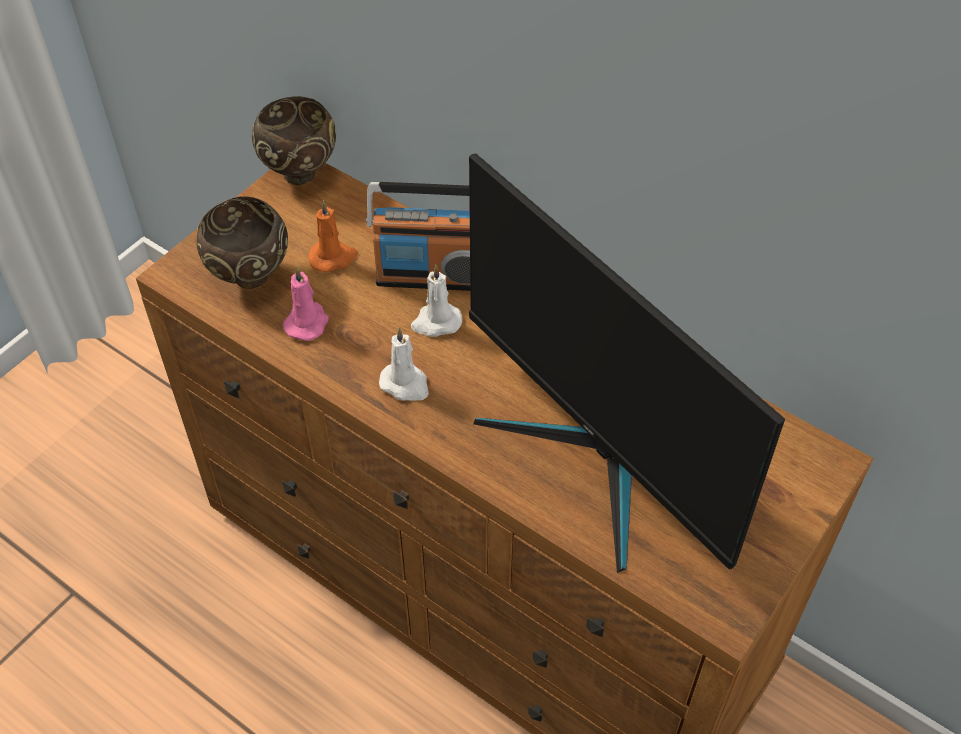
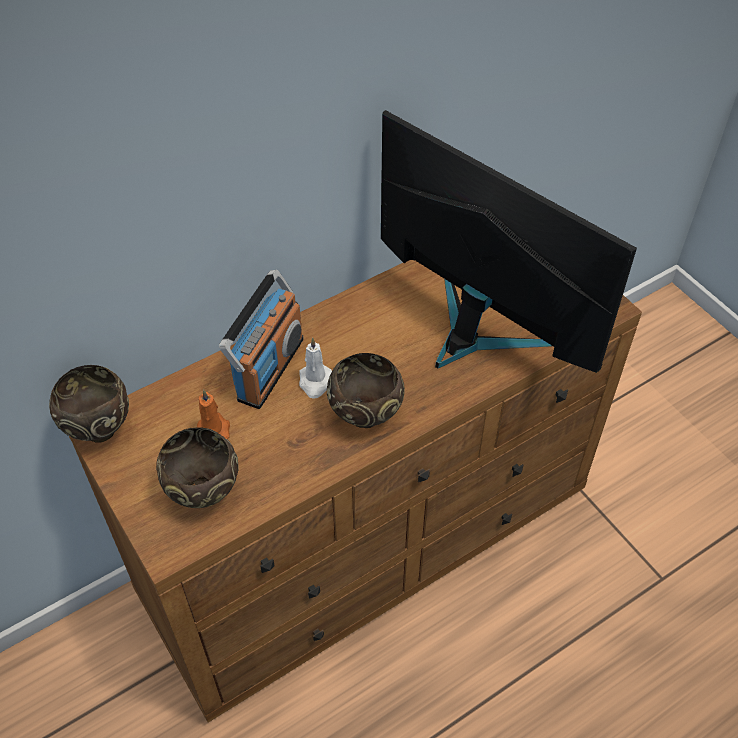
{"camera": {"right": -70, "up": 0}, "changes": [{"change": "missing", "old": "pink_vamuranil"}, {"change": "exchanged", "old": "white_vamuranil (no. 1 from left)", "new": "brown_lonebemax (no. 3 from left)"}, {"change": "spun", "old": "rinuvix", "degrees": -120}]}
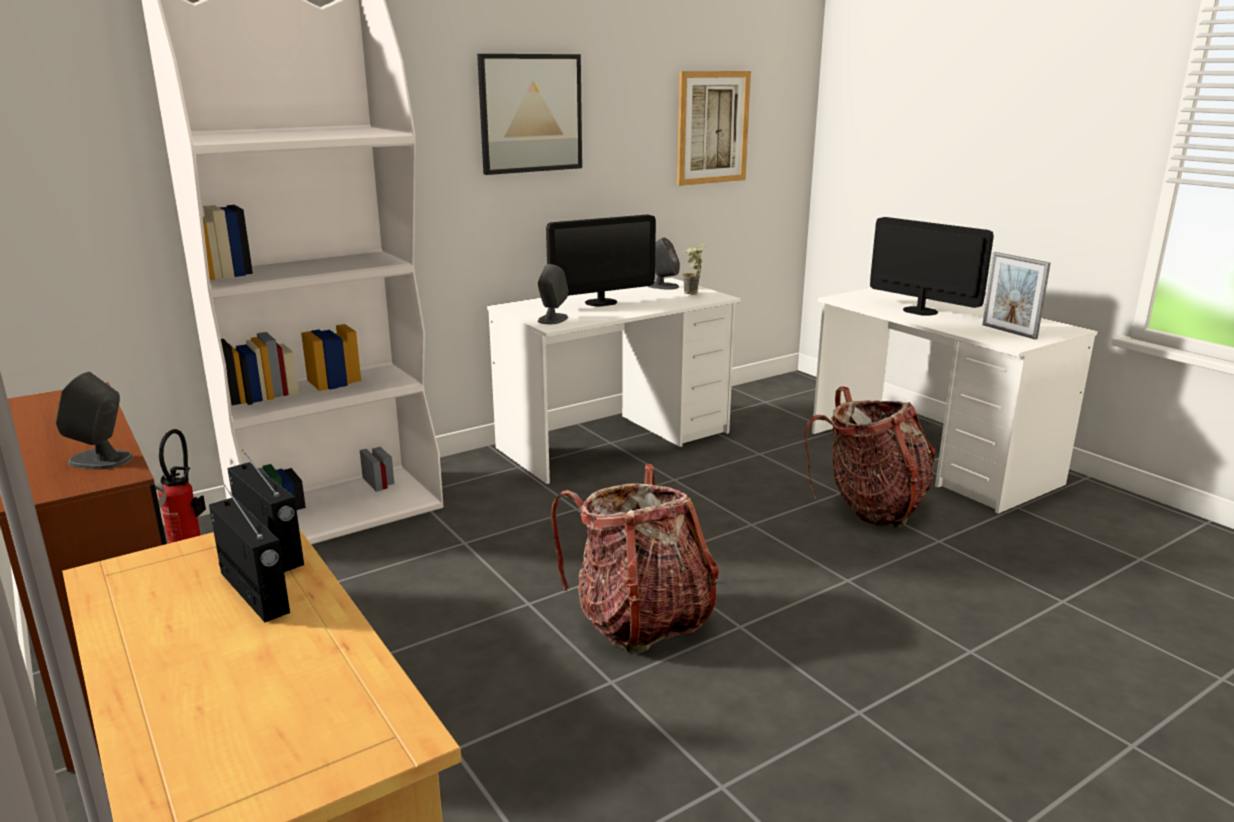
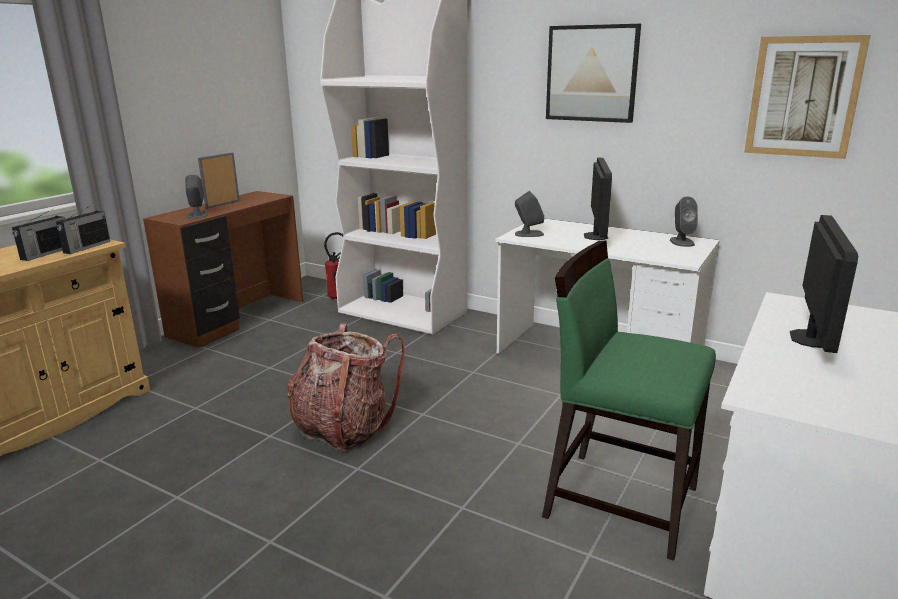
{"camera": {"right": 65, "up": 0}, "changes": [{"change": "missing", "old": "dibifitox"}, {"change": "relocated", "old": "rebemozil"}, {"change": "exchanged", "old": "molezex (no. 2 from left)", "new": "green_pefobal"}, {"change": "spun", "old": "rinuvix (no. 1 from left)", "degrees": -120}]}
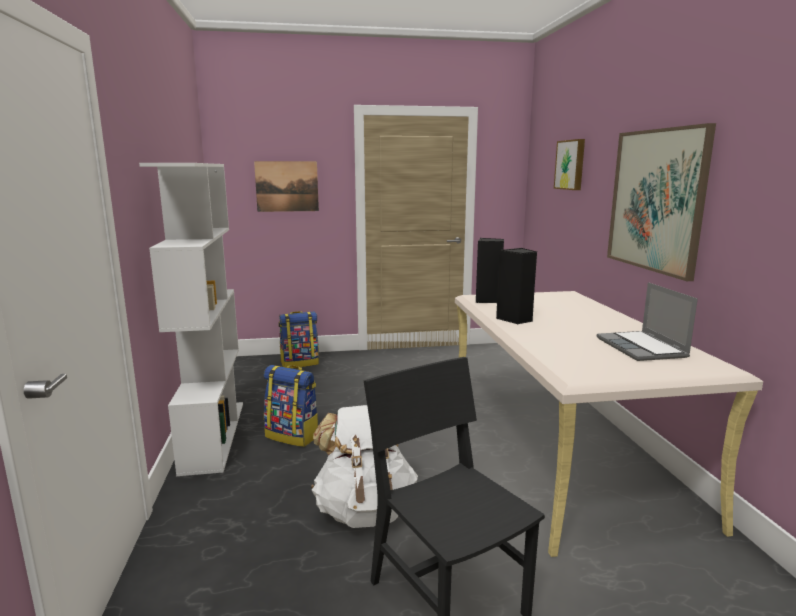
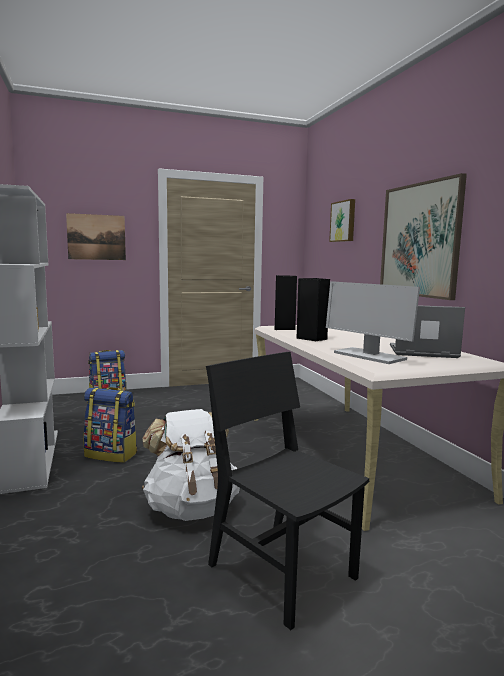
{"camera": {"right": -10, "up": -5}, "changes": [{"change": "appeared", "new": "rinuvix"}, {"change": "spun", "old": "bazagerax", "degrees": 120}]}
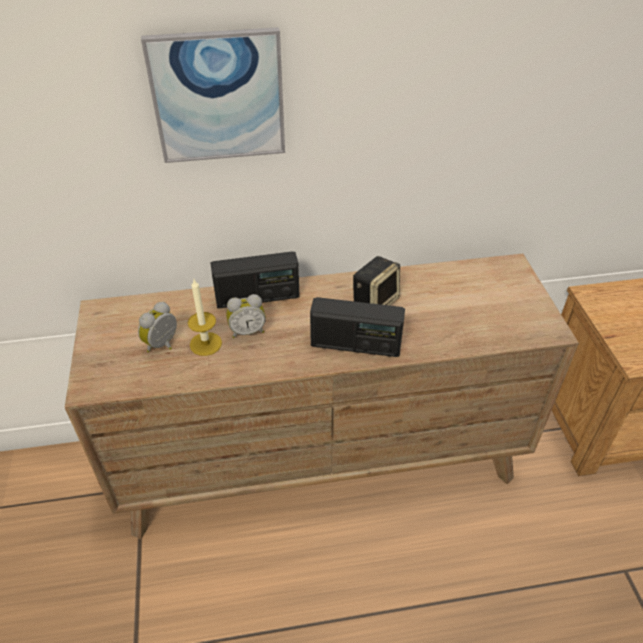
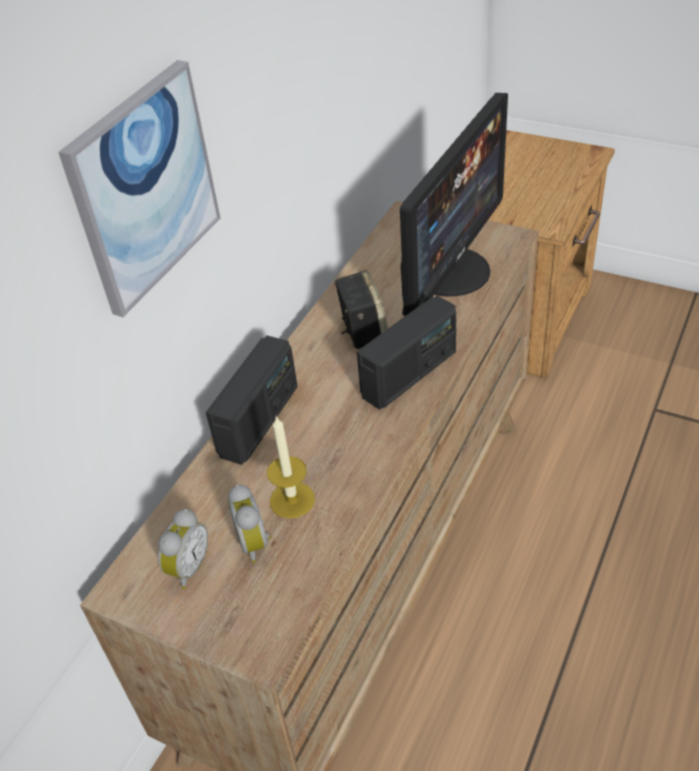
{"camera": {"right": -50, "up": 0}, "changes": [{"change": "appeared", "new": "rinuvix"}, {"change": "relocated", "old": "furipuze (no. 2 from left in the first image)", "new": "furipuze (no. 1 from left)"}]}
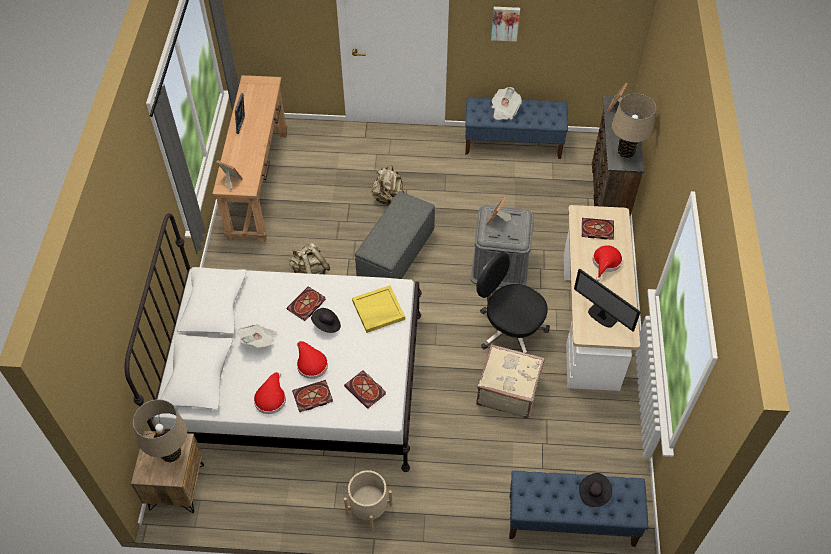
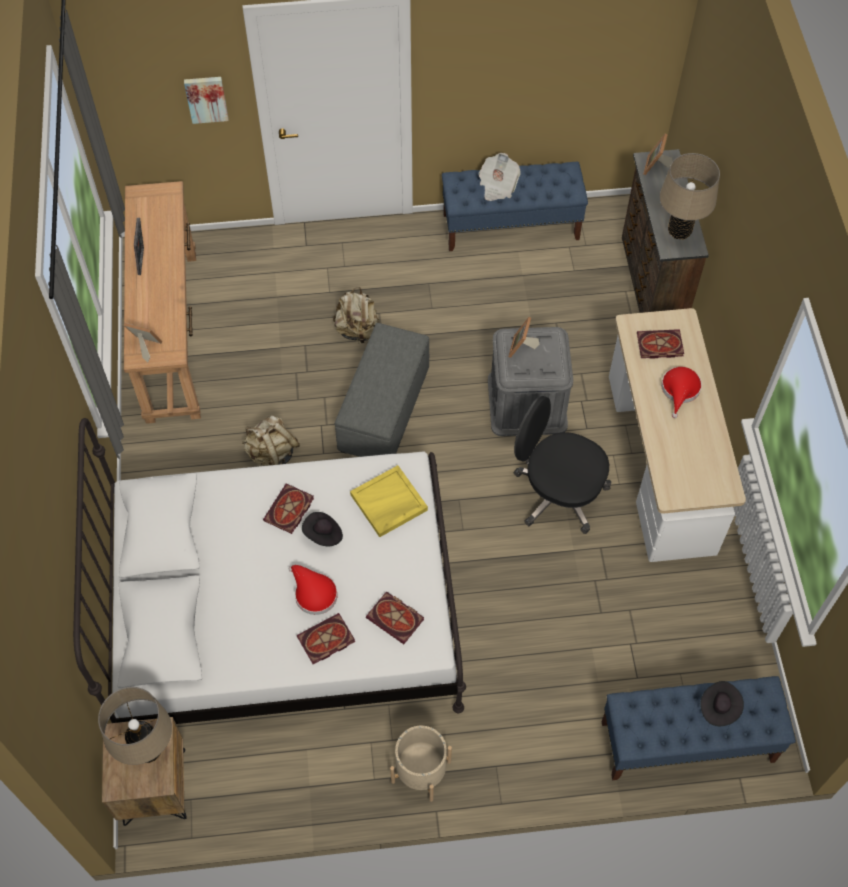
{"camera": {"right": -10, "up": 5}, "changes": [{"change": "missing", "old": "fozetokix (no. 1 from left)"}, {"change": "missing", "old": "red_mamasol (no. 1 from left)"}, {"change": "missing", "old": "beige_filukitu"}, {"change": "missing", "old": "rinuvix"}, {"change": "relocated", "old": "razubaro"}]}
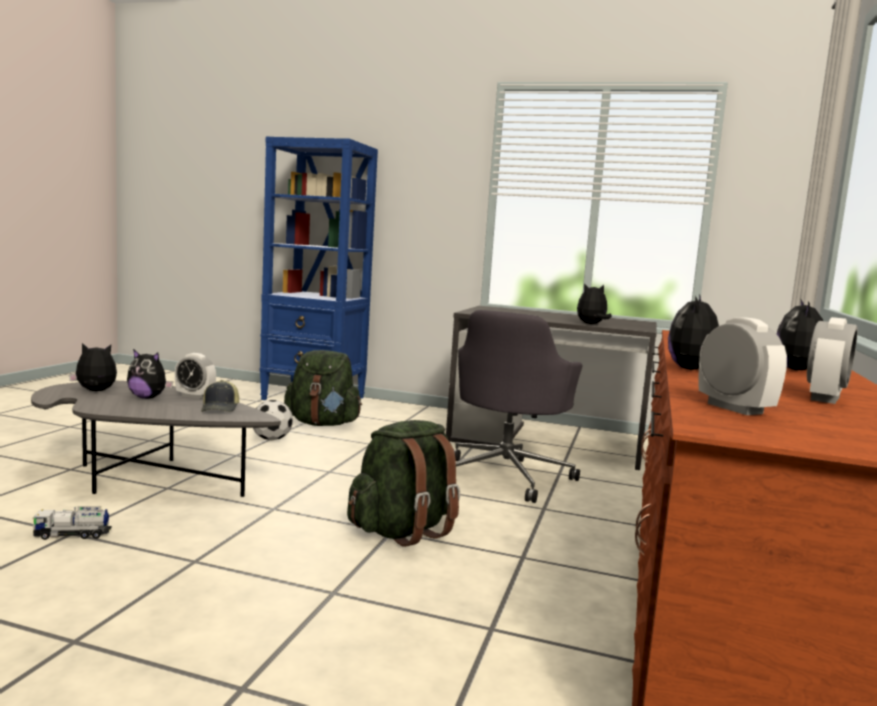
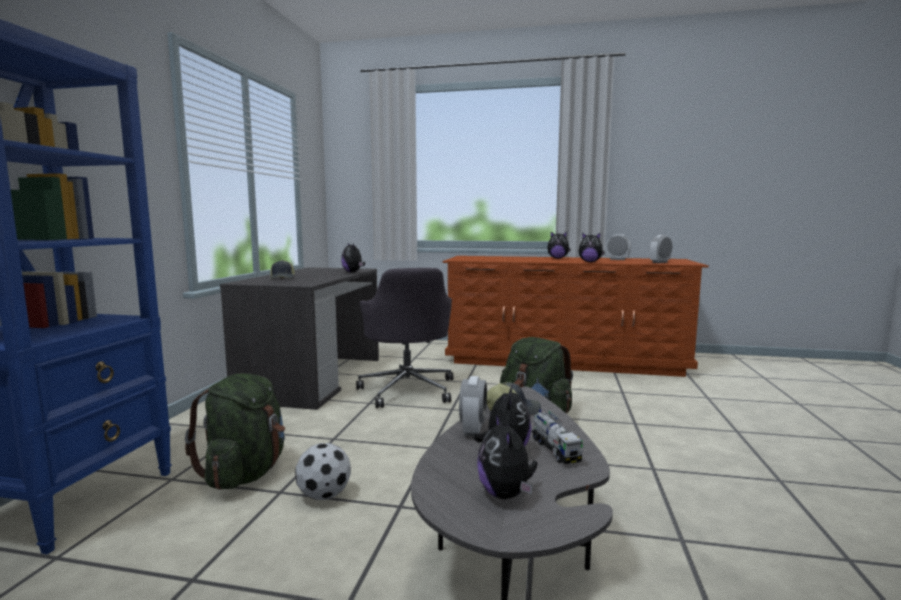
{"camera": {"right": -95, "up": 0}, "changes": [{"change": "appeared", "new": "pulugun (no. 1 from left)"}, {"change": "relocated", "old": "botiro"}, {"change": "spun", "old": "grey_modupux", "degrees": 60}]}
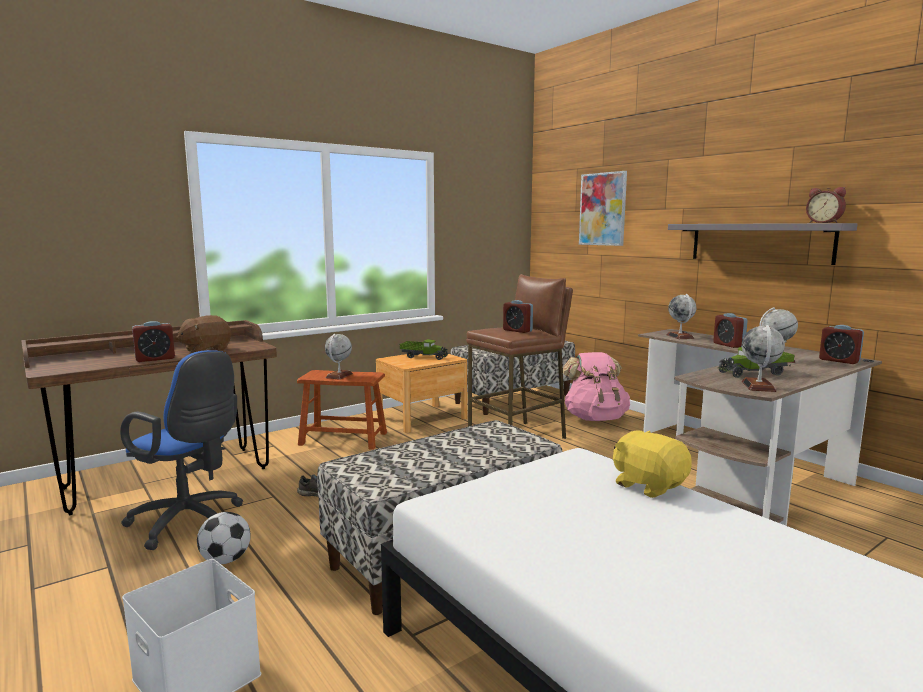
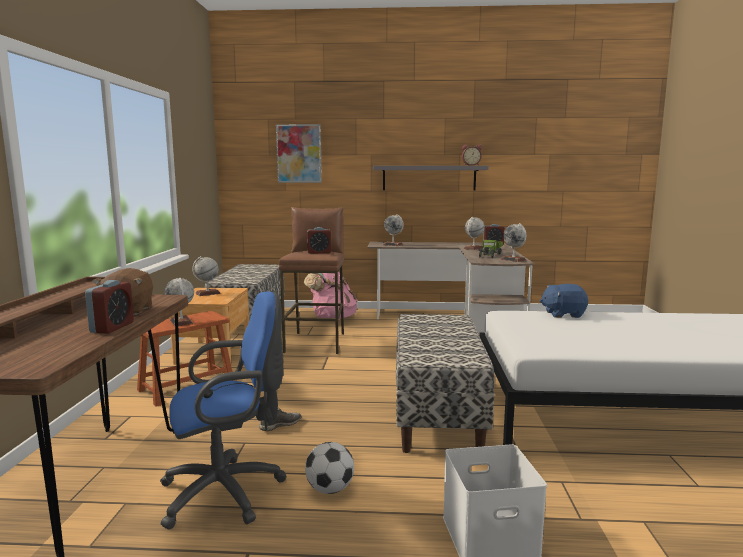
{"camera": {"right": -50, "up": 0}, "changes": [{"change": "missing", "old": "furipuze (no. 3 from left)"}, {"change": "exchanged", "old": "botiro (no. 1 from left)", "new": "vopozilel (no. 2 from left)"}, {"change": "colour", "old": "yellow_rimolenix", "new": "blue_rimolenix"}]}
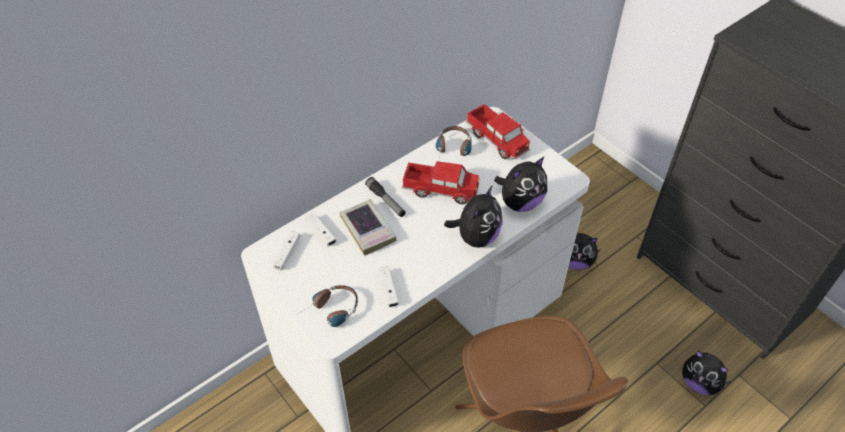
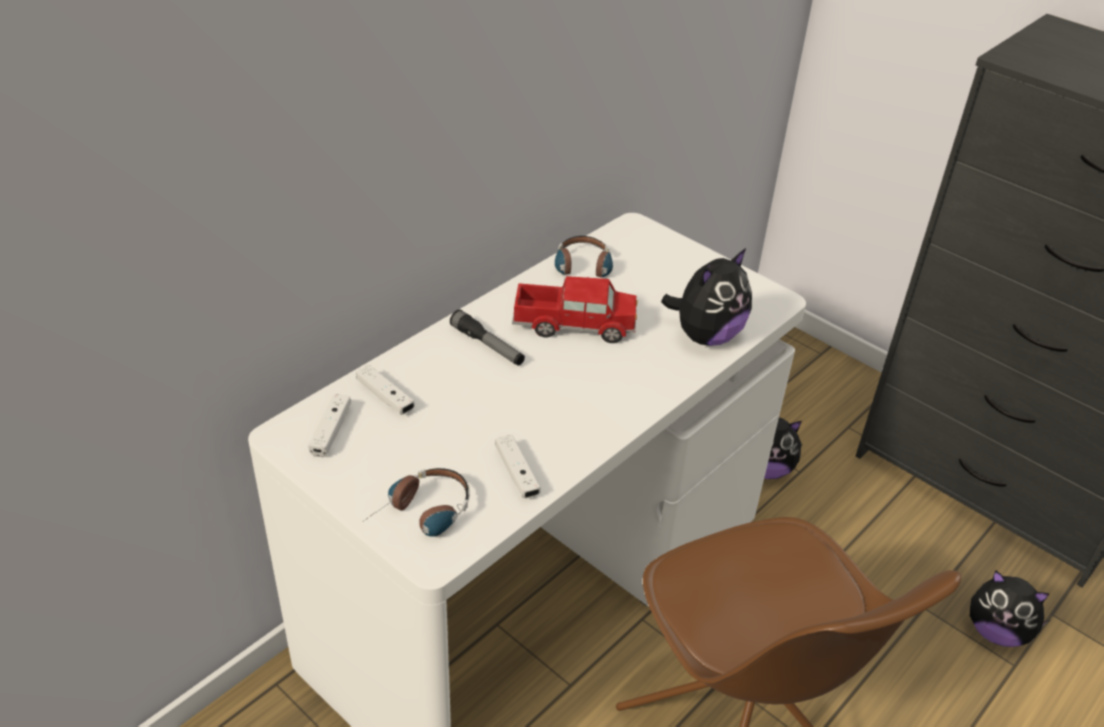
{"camera": {"right": -10, "up": -10}, "changes": [{"change": "missing", "old": "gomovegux"}, {"change": "missing", "old": "rimolenix (no. 1 from left)"}, {"change": "missing", "old": "botiro (no. 2 from left)"}]}
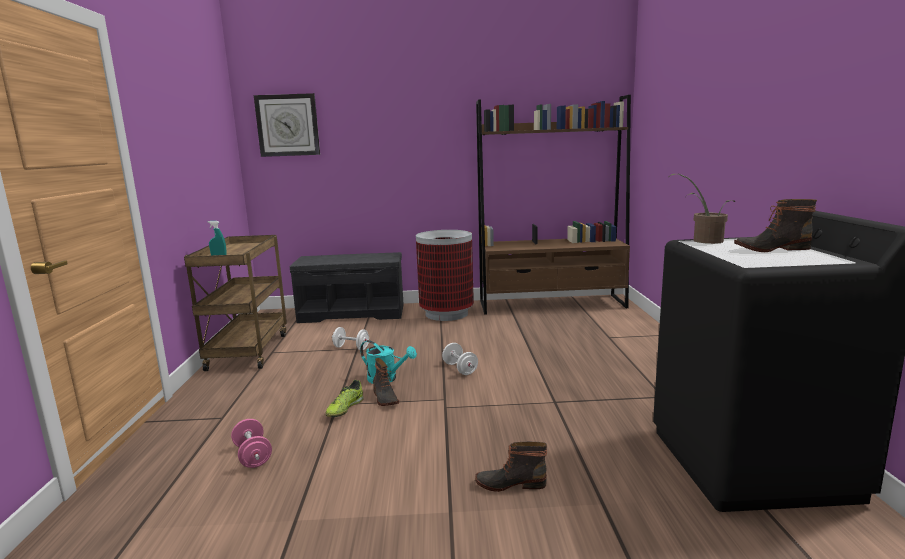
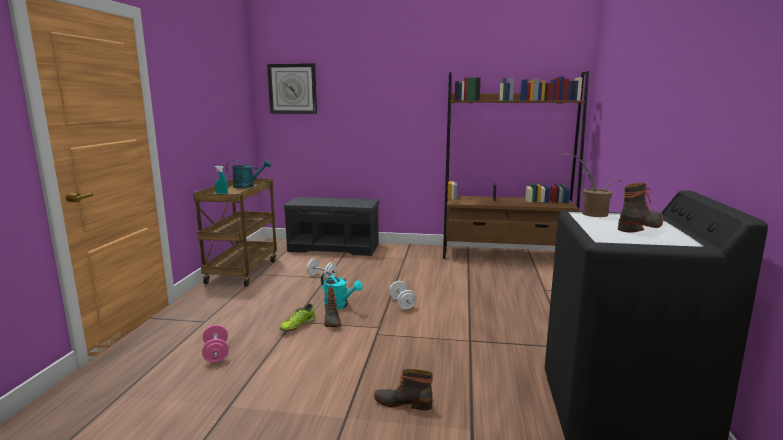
{"camera": {"right": 10, "up": 0}, "changes": [{"change": "missing", "old": "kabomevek"}, {"change": "appeared", "new": "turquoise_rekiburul (no. 1 from left)"}, {"change": "spun", "old": "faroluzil (no. 3 from left)", "degrees": 135}]}
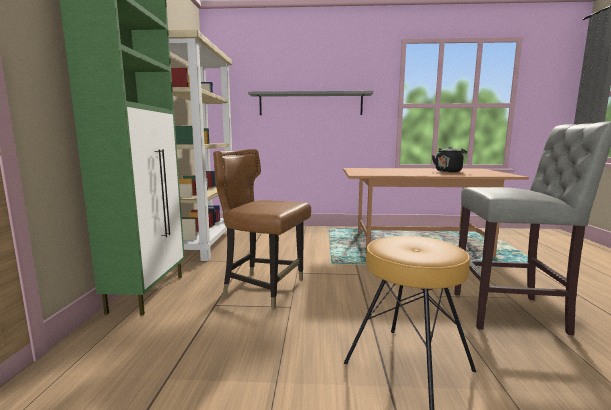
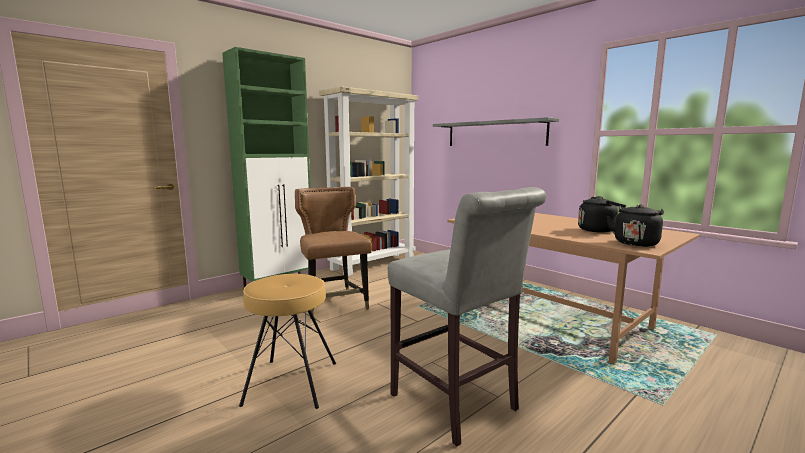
{"camera": {"right": 45, "up": 0}, "changes": [{"change": "appeared", "new": "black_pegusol (no. 2 from left)"}]}
